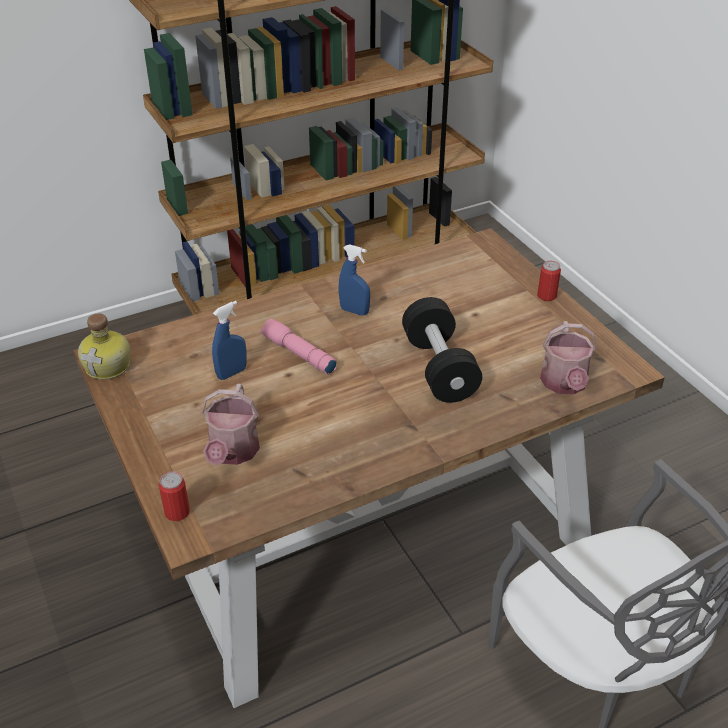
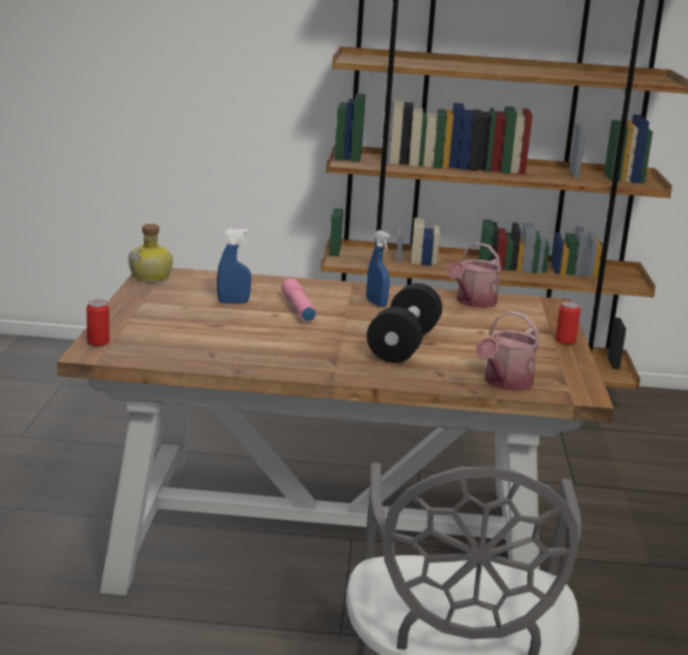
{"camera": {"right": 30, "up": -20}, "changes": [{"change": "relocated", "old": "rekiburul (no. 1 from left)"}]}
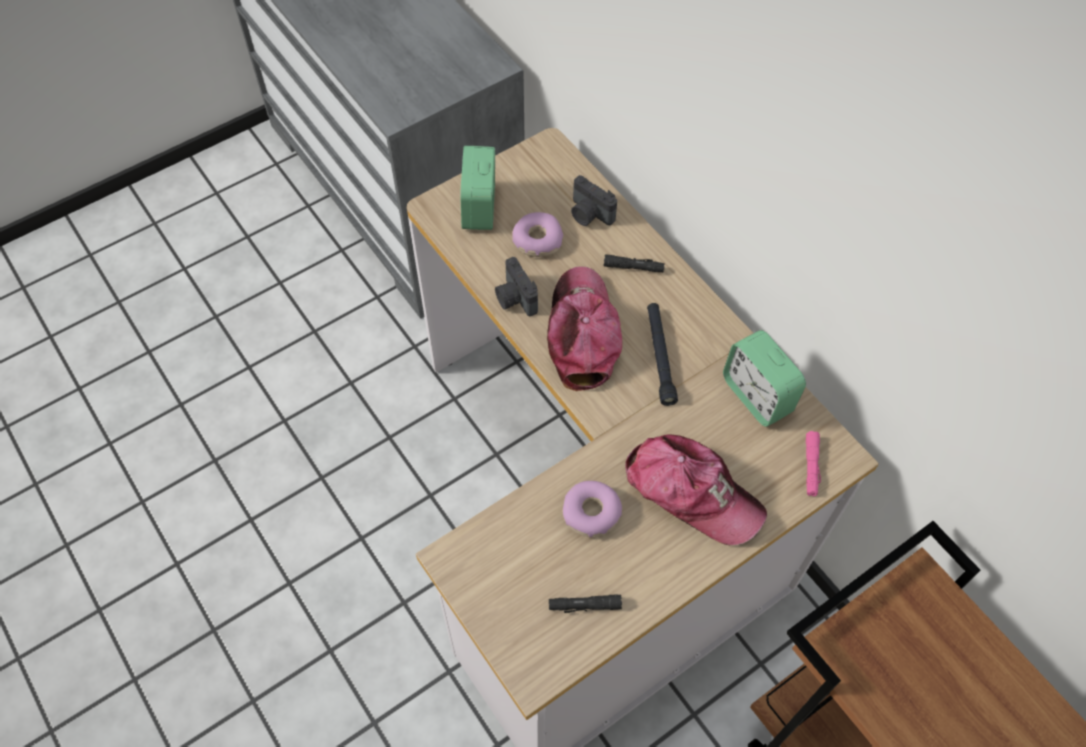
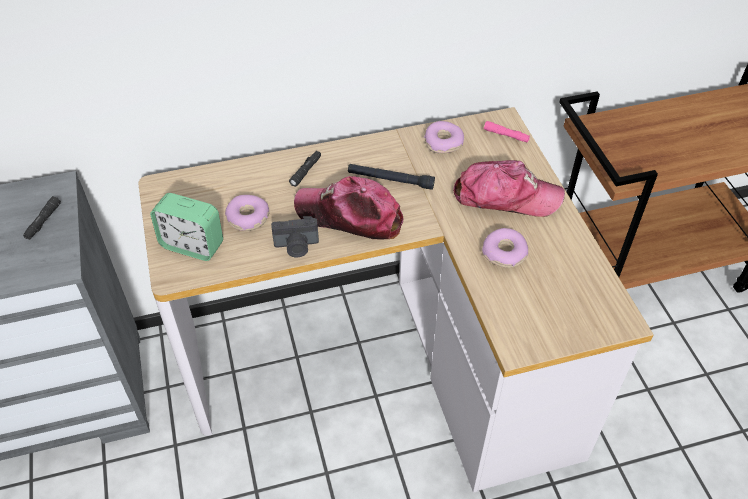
{"camera": {"right": -70, "up": -10}, "changes": [{"change": "missing", "old": "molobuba (no. 2 from left)"}, {"change": "relocated", "old": "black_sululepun (no. 1 from left)"}, {"change": "exchanged", "old": "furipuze (no. 2 from left)", "new": "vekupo (no. 2 from left)"}, {"change": "spun", "old": "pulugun (no. 2 from left)", "degrees": 45}]}
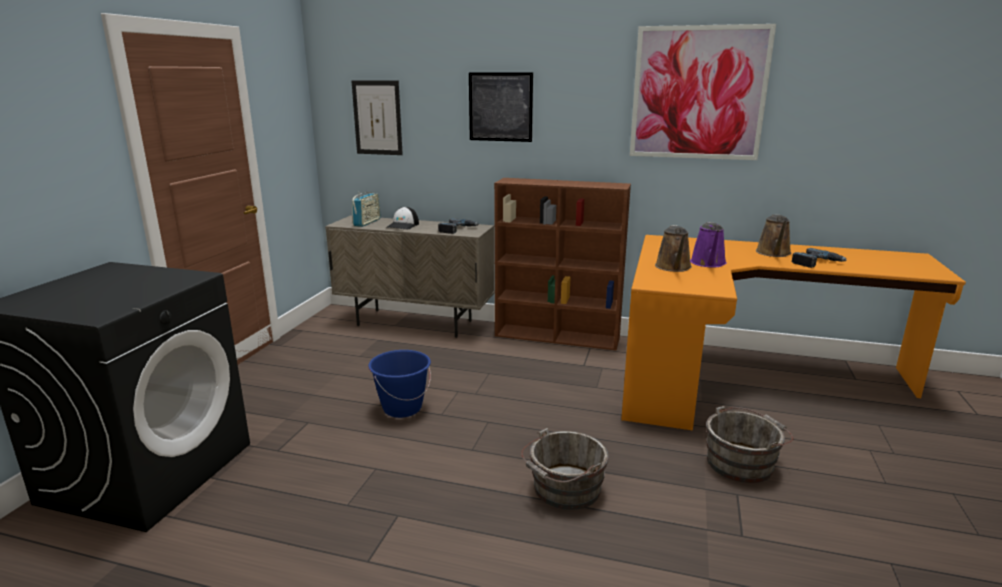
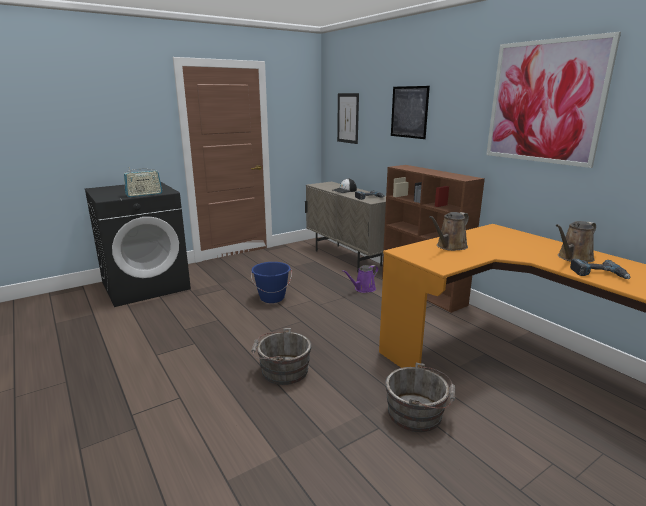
{"camera": {"right": 40, "up": 0}, "changes": [{"change": "relocated", "old": "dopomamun"}, {"change": "relocated", "old": "purple_rekiburul"}]}
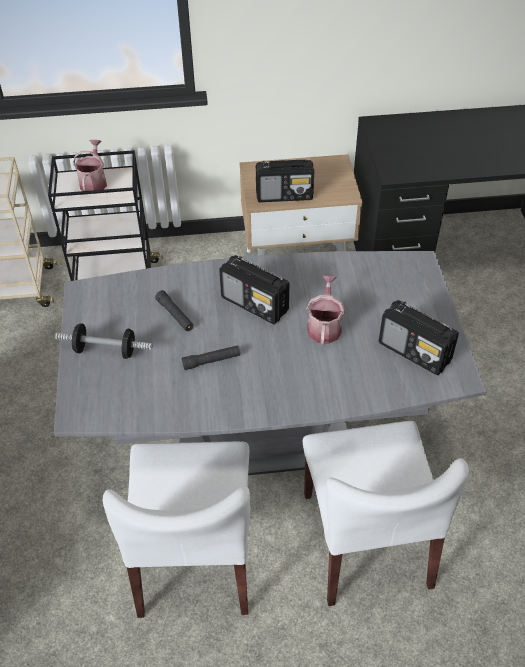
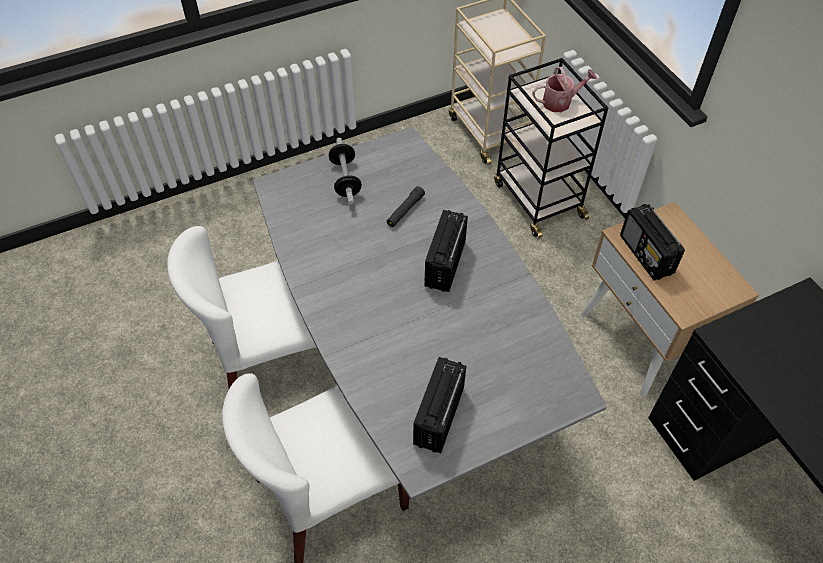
{"camera": {"right": 70, "up": 5}, "changes": [{"change": "missing", "old": "black_sululepun (no. 2 from left)"}, {"change": "missing", "old": "rekiburul (no. 2 from left)"}]}
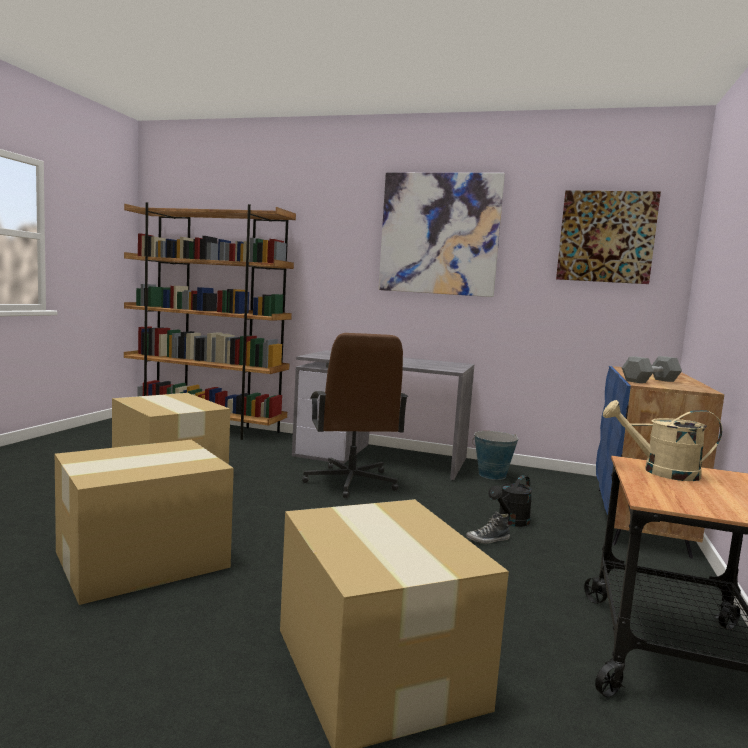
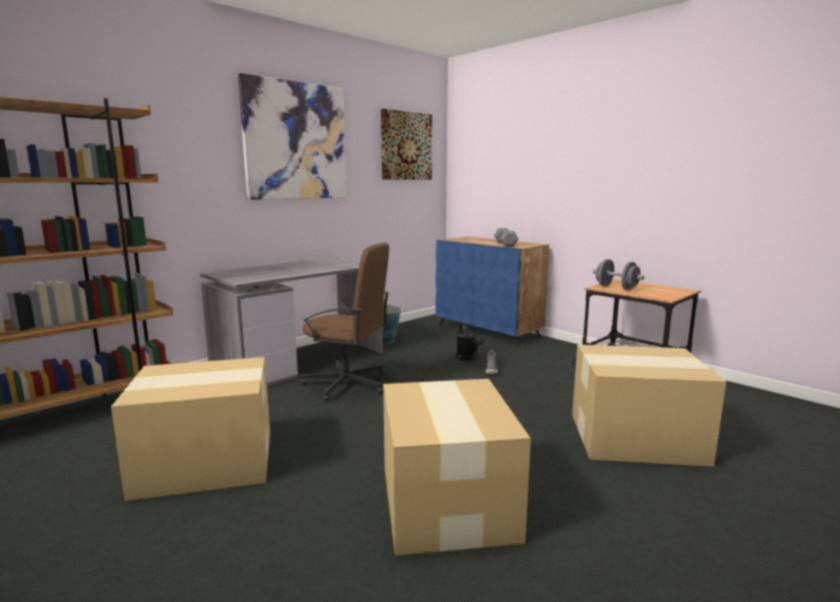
{"camera": {"right": -60, "up": 5}, "changes": [{"change": "exchanged", "old": "beige_rekiburul", "new": "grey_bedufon (no. 2 from left)"}]}
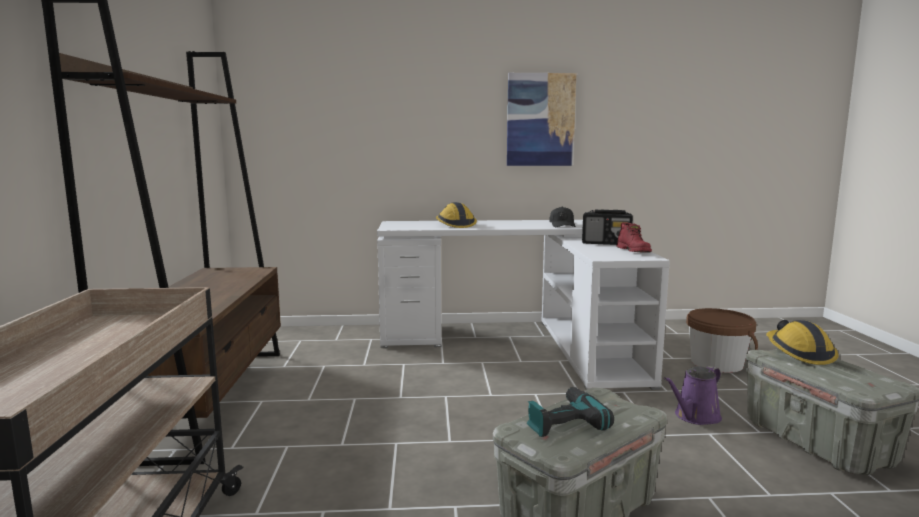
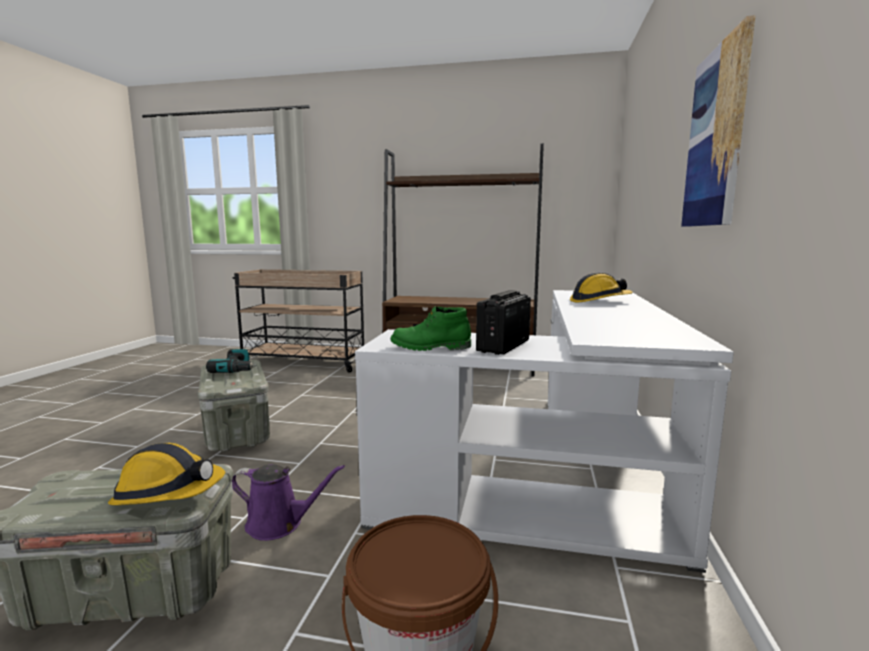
{"camera": {"right": 105, "up": 0}, "changes": [{"change": "missing", "old": "black_pulugun"}, {"change": "colour", "old": "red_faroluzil", "new": "green_faroluzil"}, {"change": "spun", "old": "purple_rekiburul", "degrees": 120}]}
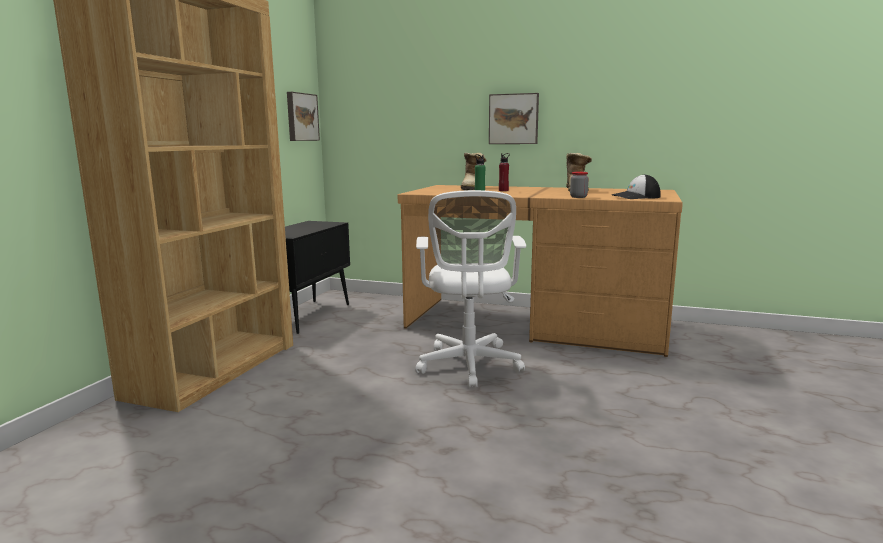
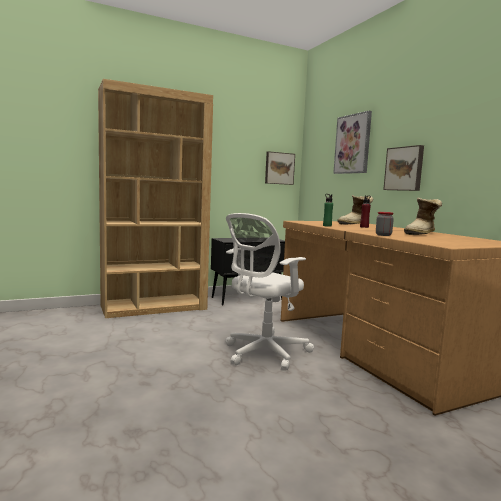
{"camera": {"right": 45, "up": -5}, "changes": [{"change": "missing", "old": "pulugun"}, {"change": "appeared", "new": "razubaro (no. 2 from left)"}]}
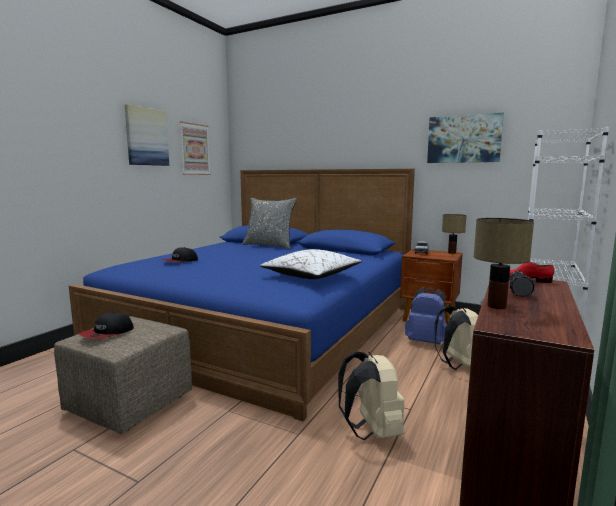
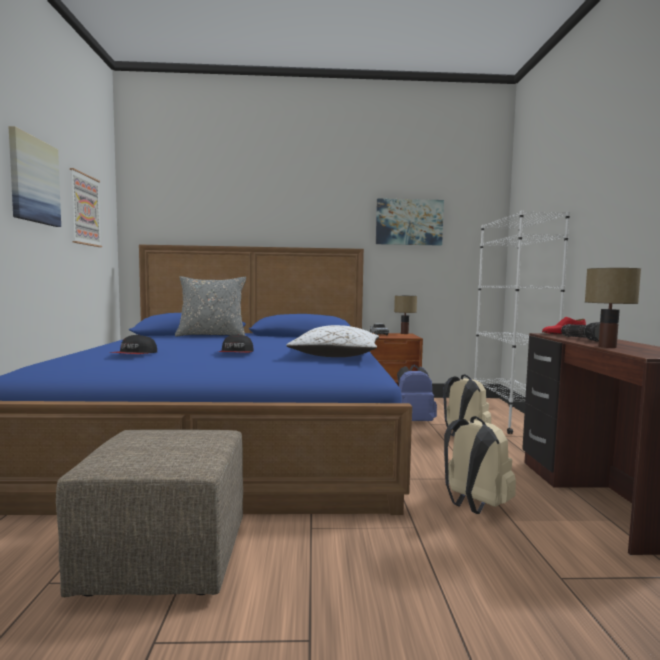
{"camera": {"right": -30, "up": -5}, "changes": [{"change": "relocated", "old": "pulugun (no. 1 from left in the first image)", "new": "pulugun (no. 2 from left)"}]}
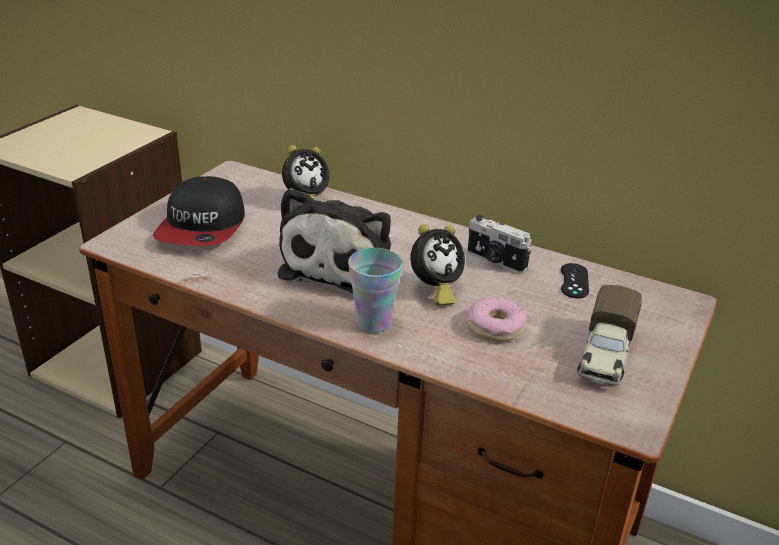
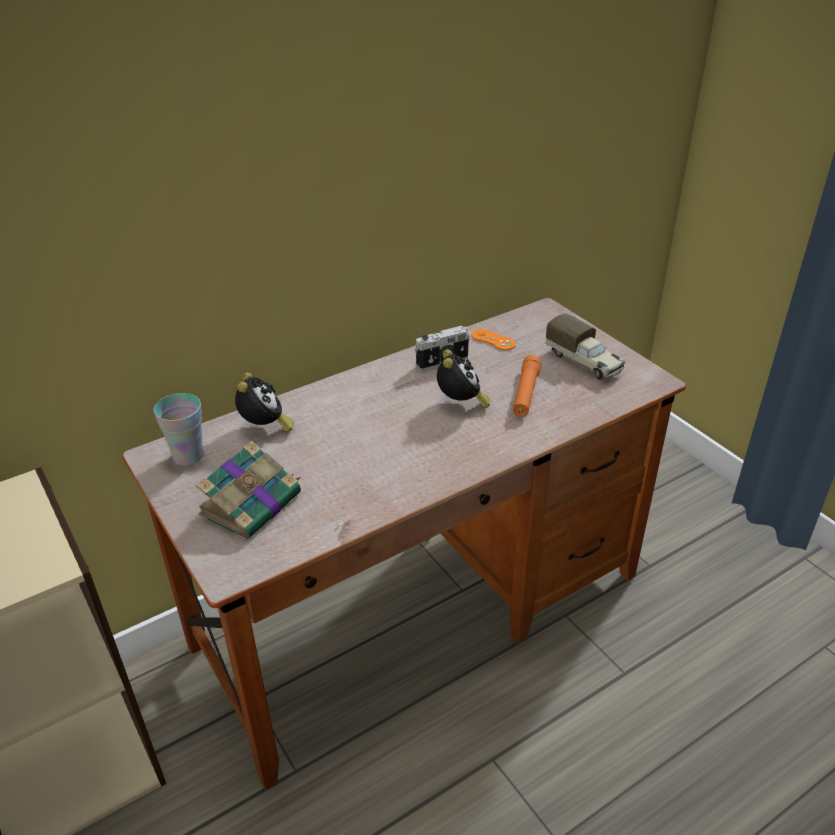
{"camera": {"right": -60, "up": 5}, "changes": [{"change": "missing", "old": "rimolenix"}, {"change": "relocated", "old": "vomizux"}, {"change": "exchanged", "old": "pulugun", "new": "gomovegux"}, {"change": "exchanged", "old": "vekupo", "new": "orange_sululepun"}, {"change": "colour", "old": "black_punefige", "new": "orange_punefige"}]}
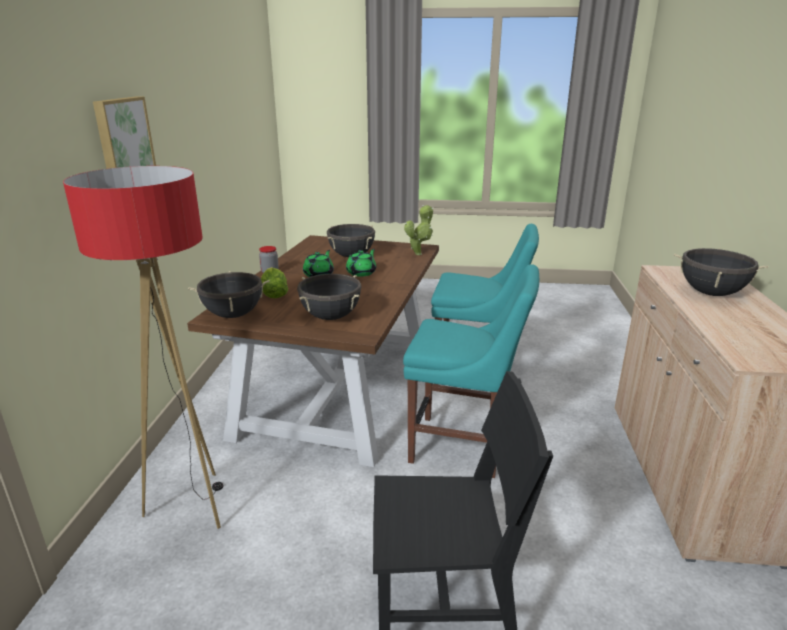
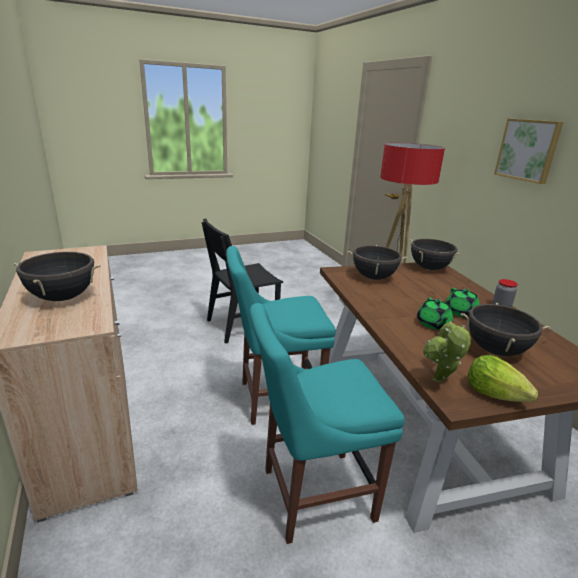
{"camera": {"right": 150, "up": 0}, "changes": [{"change": "relocated", "old": "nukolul"}]}
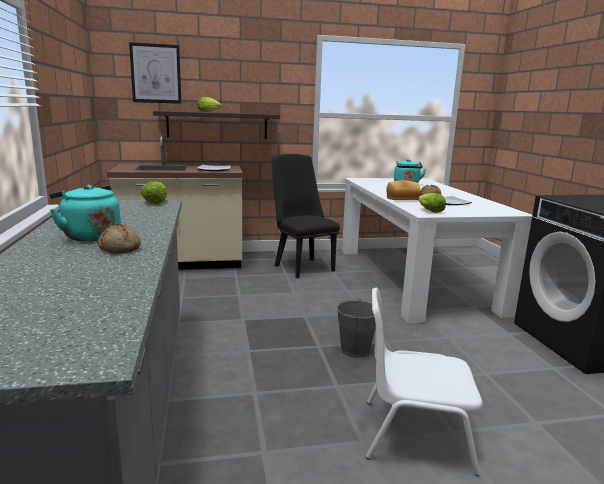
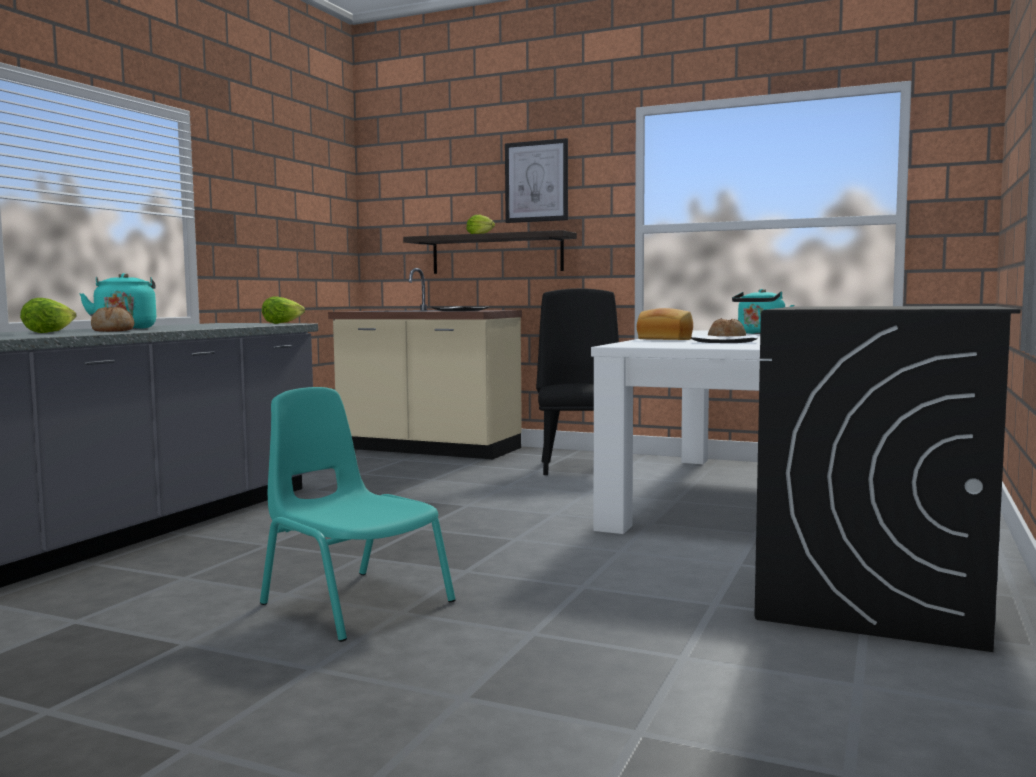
{"camera": {"right": 35, "up": -10}, "changes": [{"change": "missing", "old": "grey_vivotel"}, {"change": "relocated", "old": "razubaro"}, {"change": "relocated", "old": "nukolul (no. 3 from left in the first image)", "new": "nukolul (no. 1 from left)"}, {"change": "colour", "old": "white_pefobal", "new": "turquoise_pefobal"}]}
